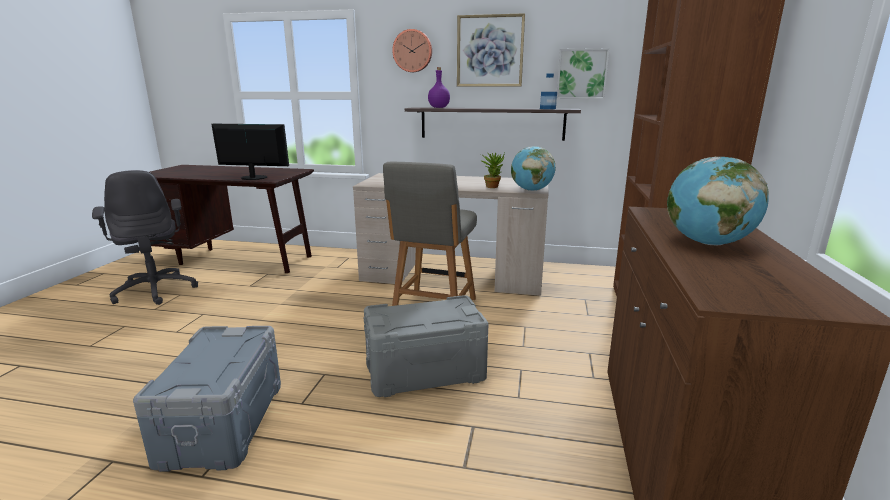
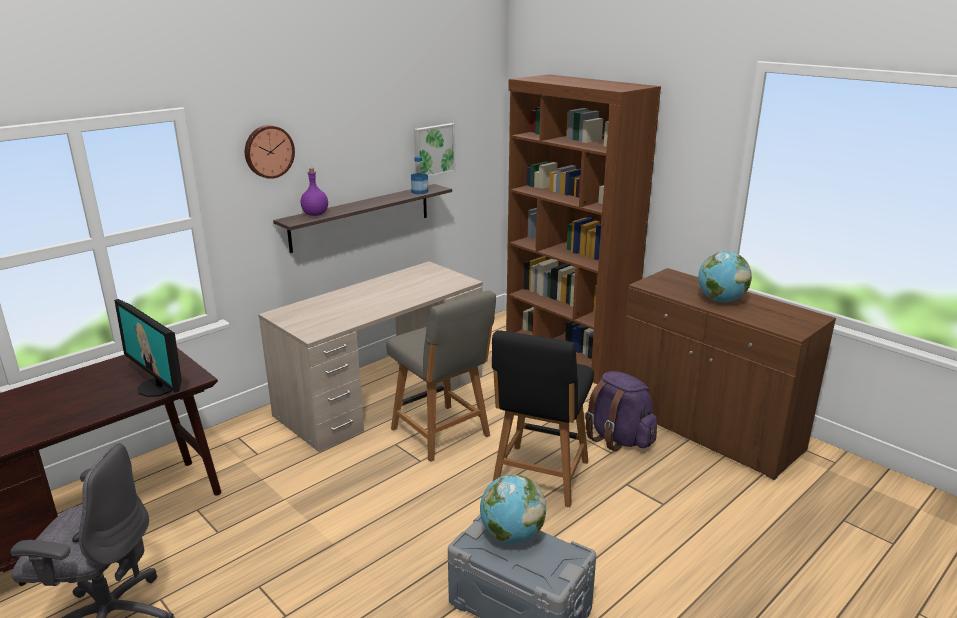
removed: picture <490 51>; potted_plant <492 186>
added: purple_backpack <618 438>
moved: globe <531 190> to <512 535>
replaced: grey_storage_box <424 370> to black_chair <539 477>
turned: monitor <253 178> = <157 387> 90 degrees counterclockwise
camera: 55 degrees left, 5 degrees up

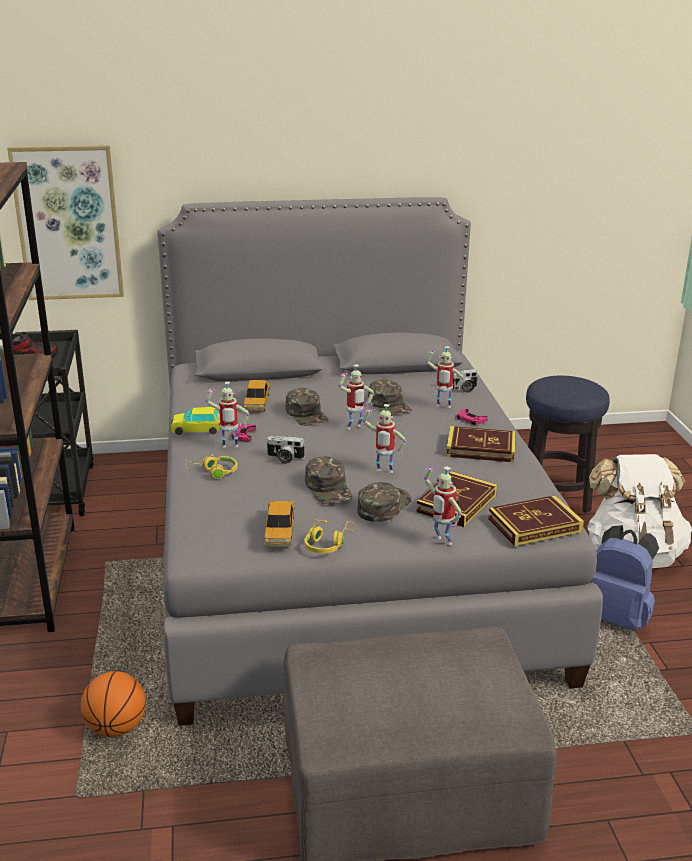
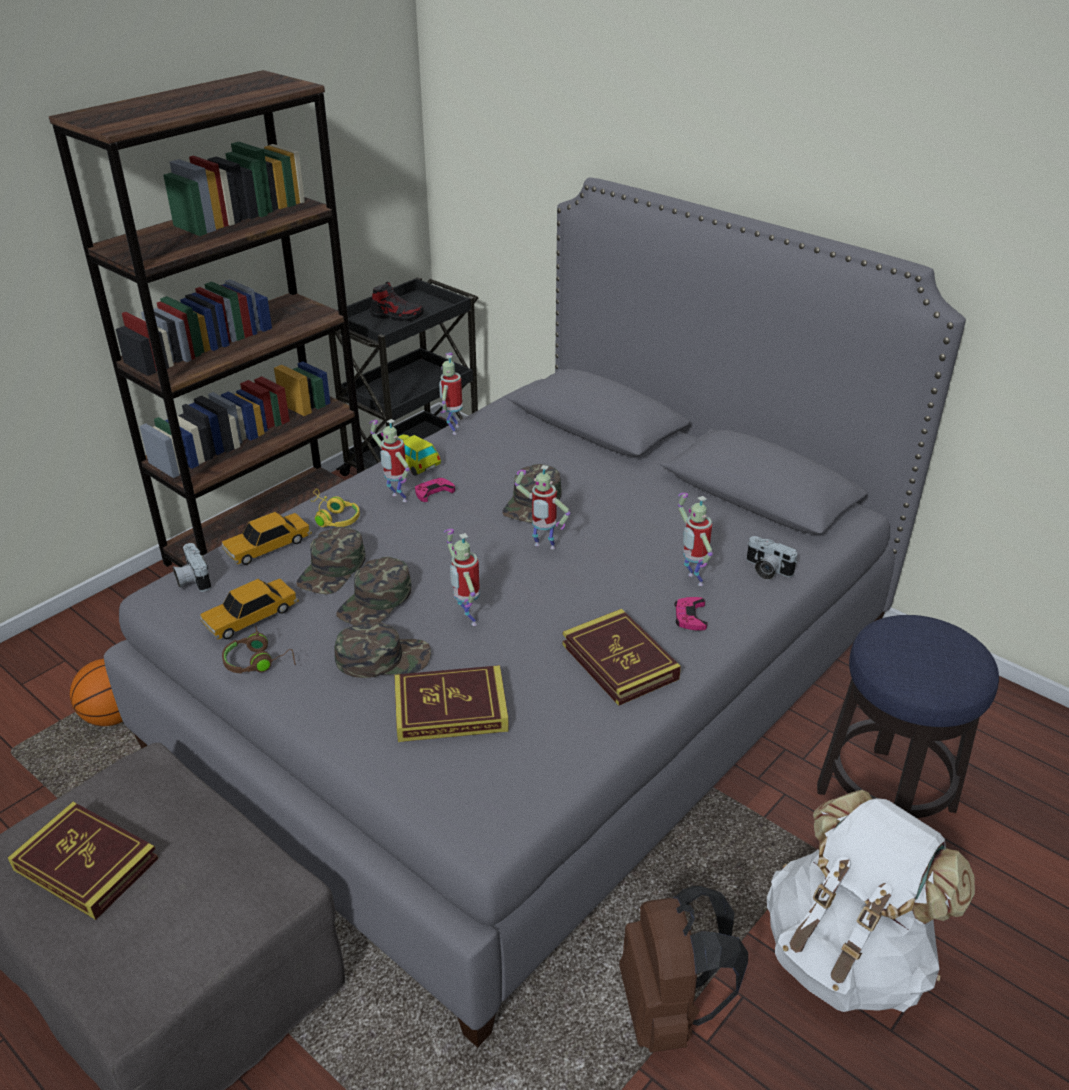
removed: picture <68 223>
moved: book <534 525> to <86 864>; photo_camera <284 458> to <192 579>; toy_car <257 402> to <267 546>; green_cap <389 405> to <333 569>; toy_robot <441 541> to <453 429>
recoloured: yellow_headphones <328 544> to brown_headphones <259 662>; blue_backpack <615 617> to brown_backpack <669 1009>
camera: 50 degrees right, 10 degrees up

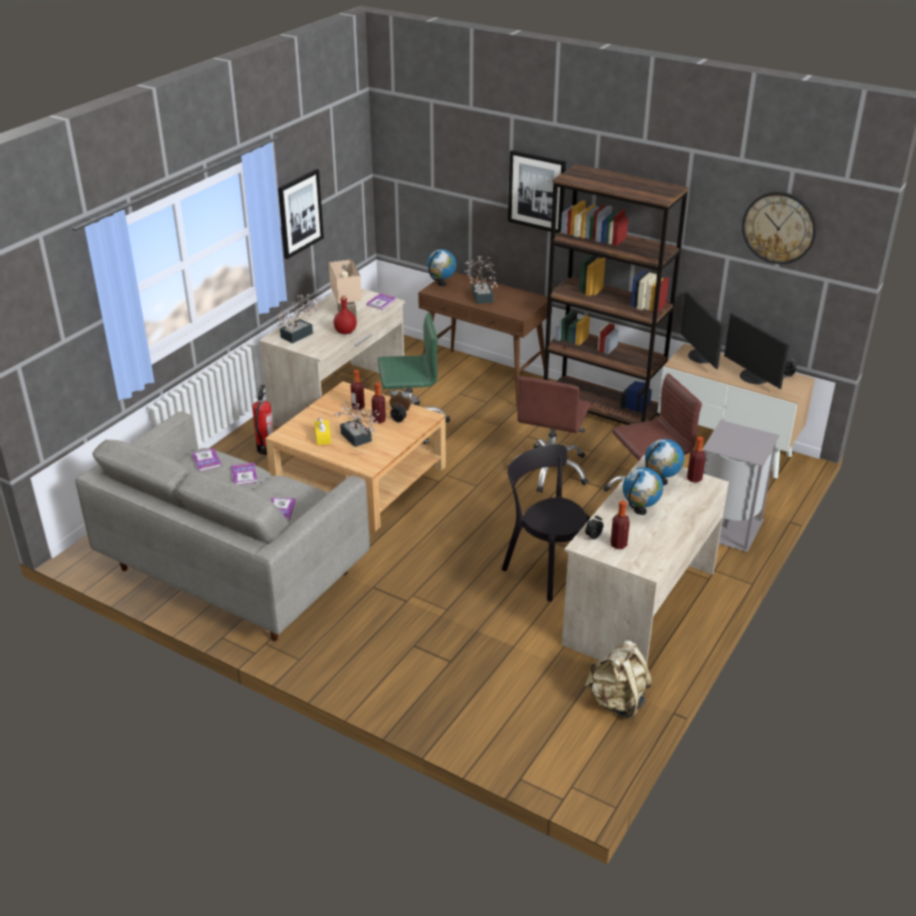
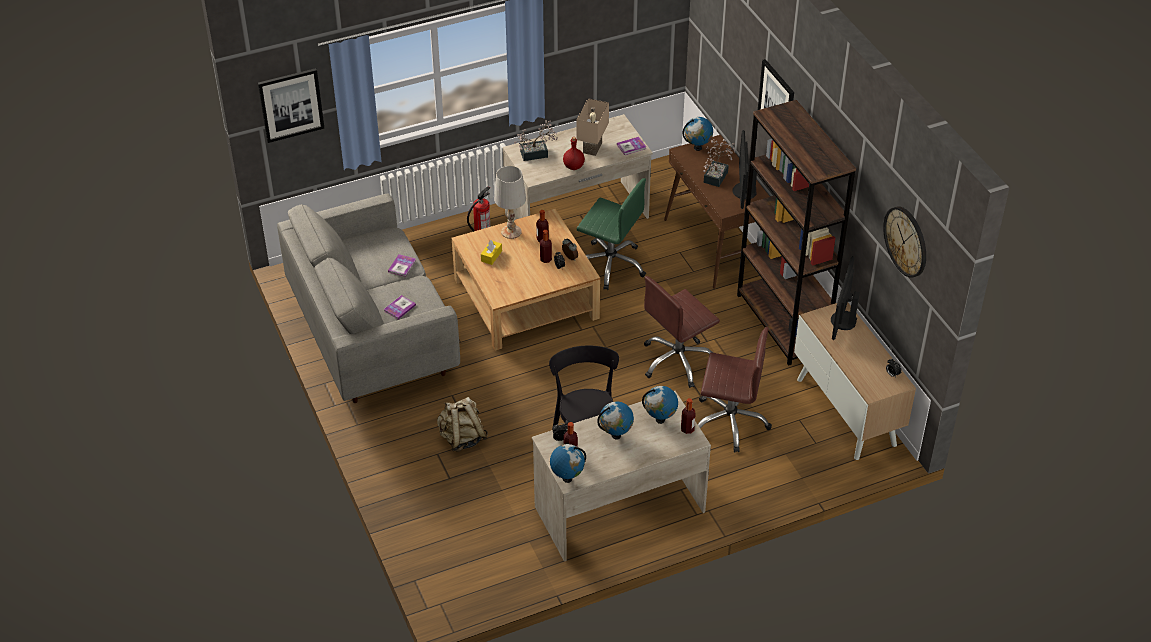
removed: book <206 461>; potted_plant <357 439>; grey_trash_can <727 528>
added: white_table_lamp <511 232>; globe <567 478>
moved: picture <300 213> to <291 105>; beige_backpack <617 701> to <462 438>; monitor <753 377> to <743 191>
camera: 35 degrees right, 10 degrees up

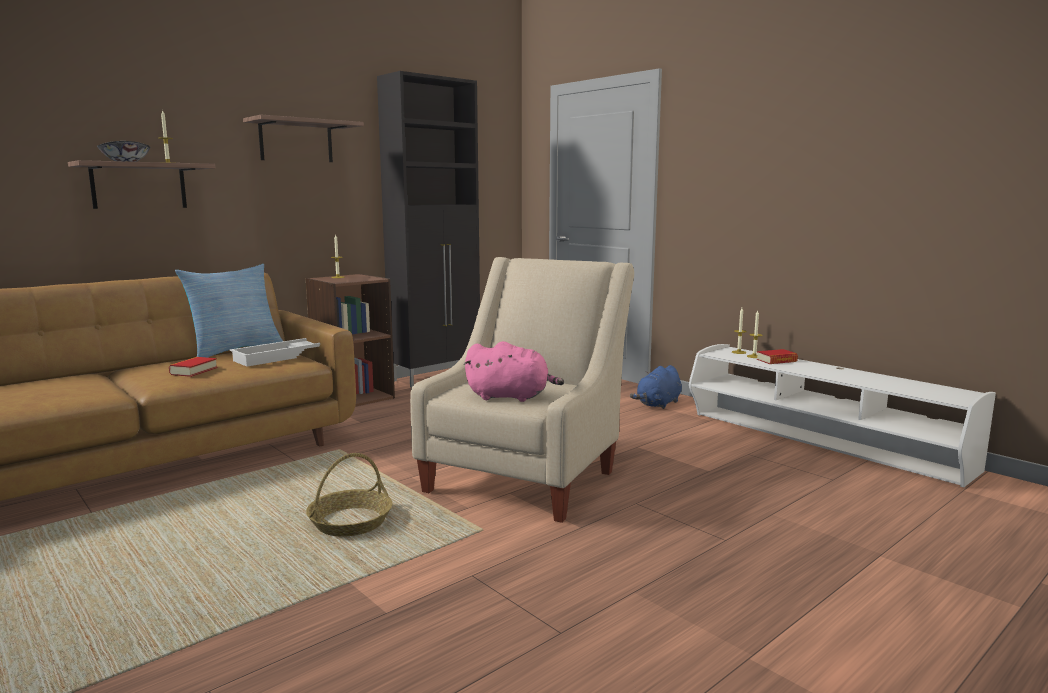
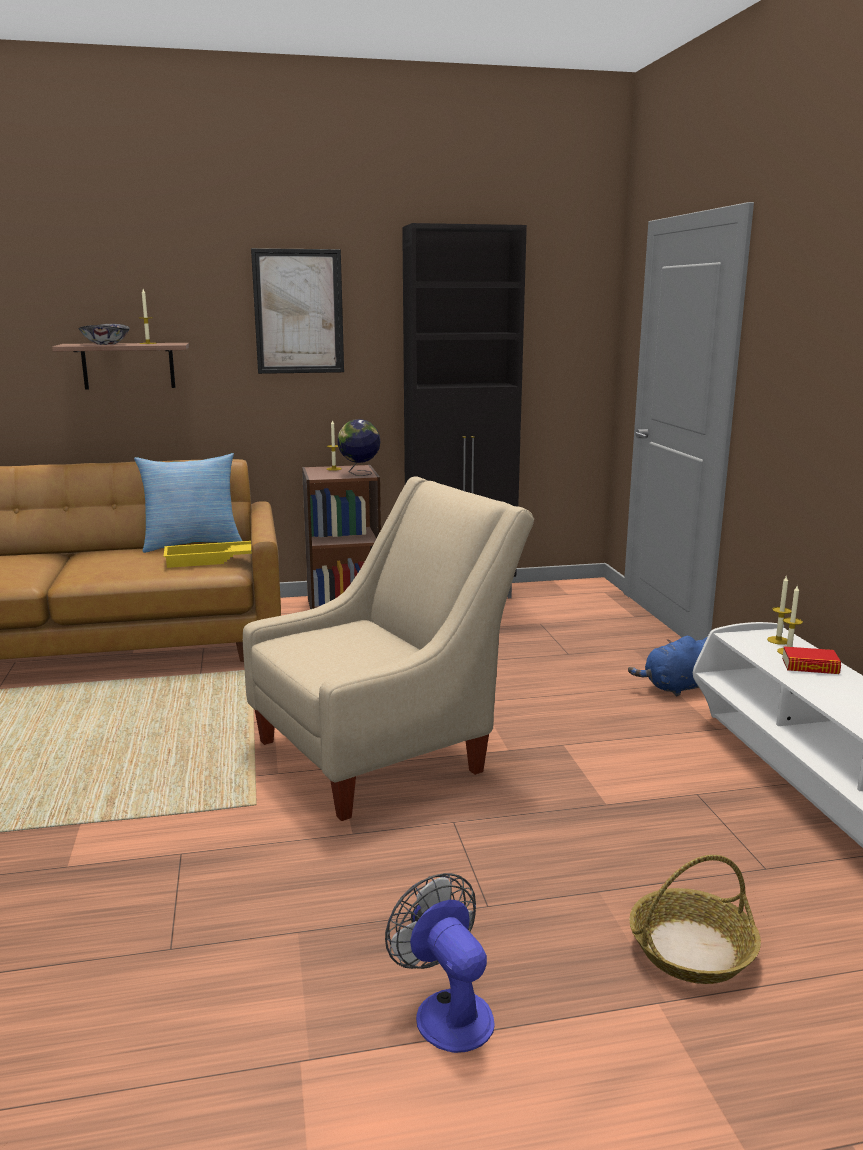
removed: book <194 371>; pink_plush_toy <511 397>
added: globe <359 474>; fan <446 1010>
moved: basket <350 522> to <691 950>
replaced: shelf <296 141> to picture <298 312>
recoloured: white_tray <279 357> to yellow_tray <211 560>
camera: 30 degrees right, 5 degrees up

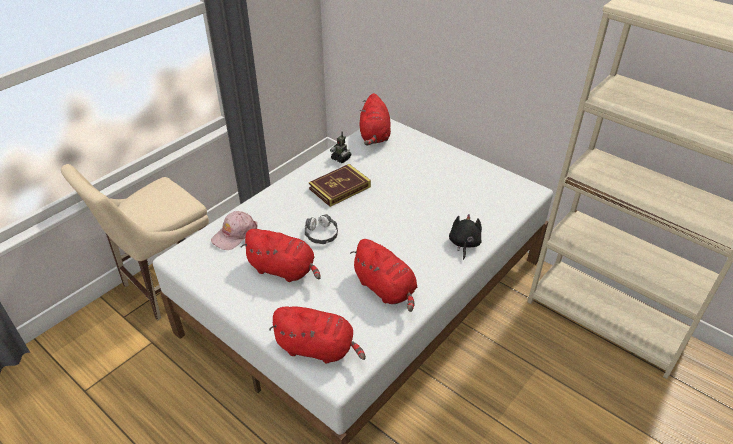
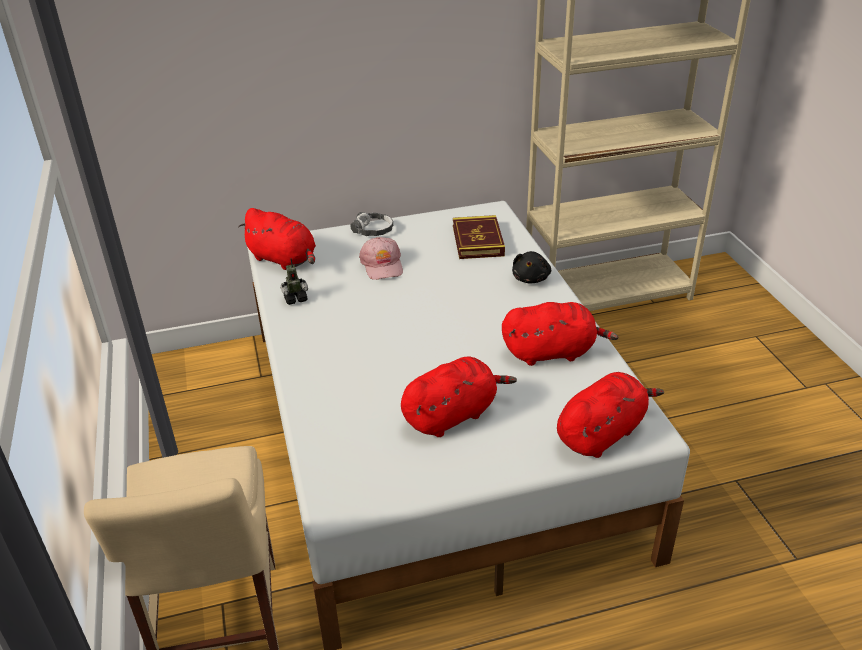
moved: headphones <321 234> to <373 230>; pink_cap <235 234> to <382 265>; book <340 188> to <478 241>
turned: black_plush_toy <464 244> = <531 278> 120 degrees counterclockwise
camera: 55 degrees left, 5 degrees down

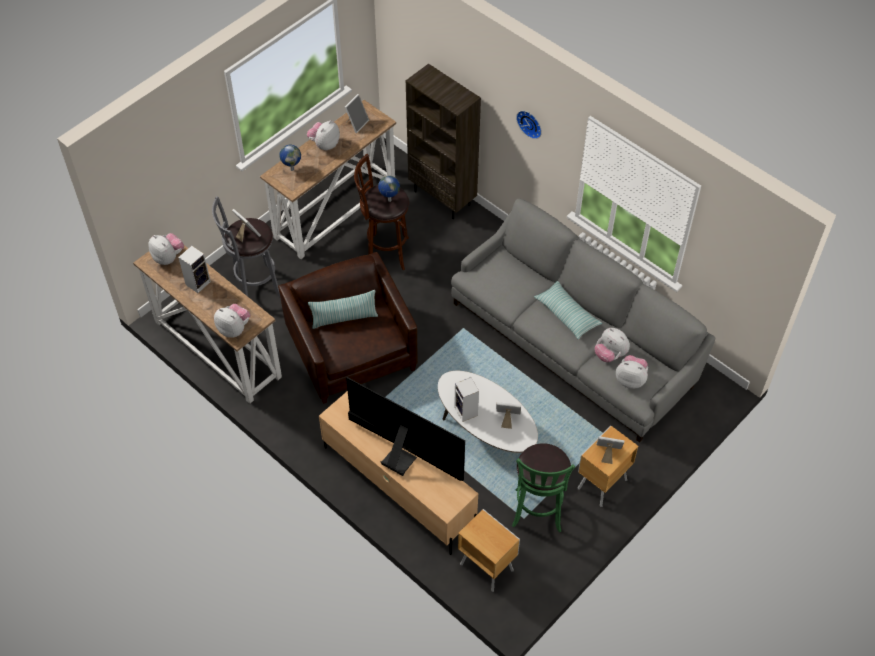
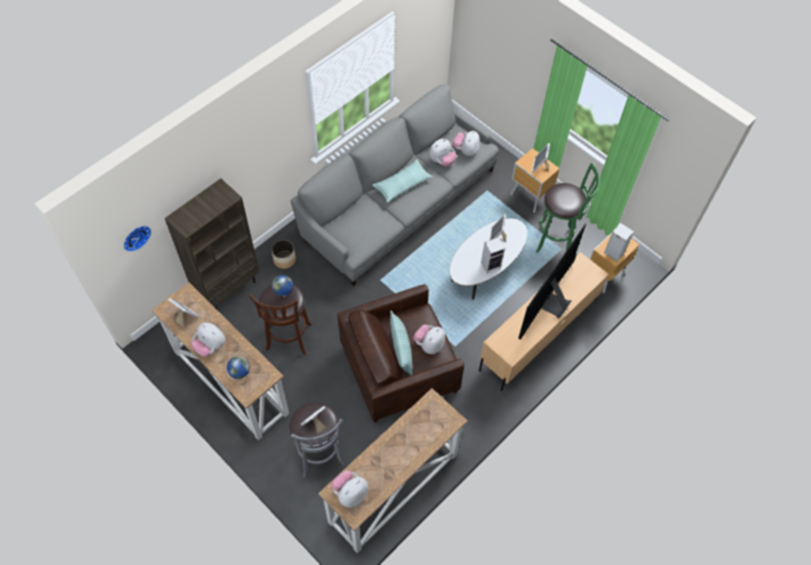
added: planter <284 259>
moved: wall_clock <530 123> to <135 237>; plush_toy <234 329> to <429 345>; speaker <198 282> to <613 252>
camera: 90 degrees left, 5 degrees up

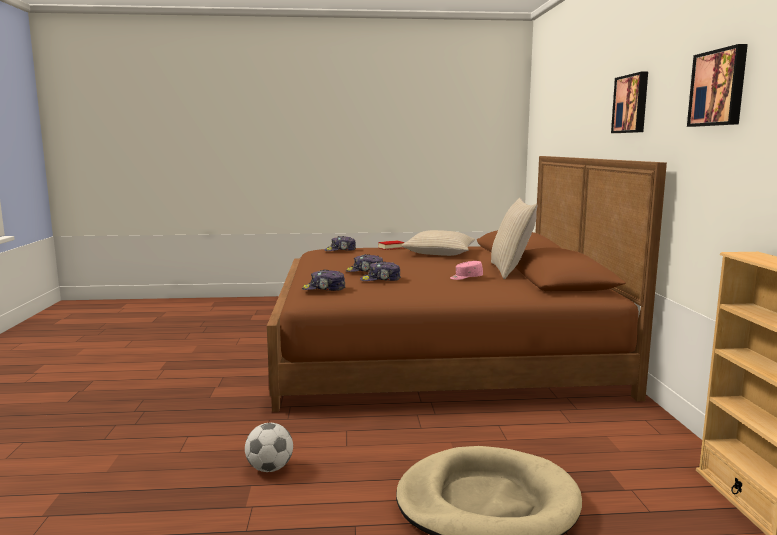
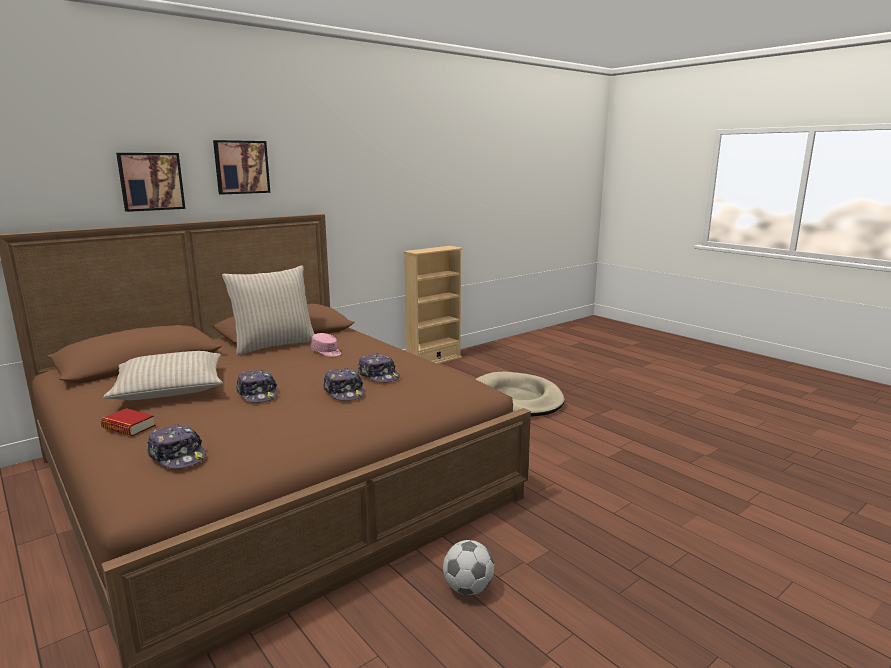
moved: picture <719 88> to <151 181>; cap <324 289> to <257 394>; football <270 468> to <468 588>
camera: 125 degrees left, 5 degrees up

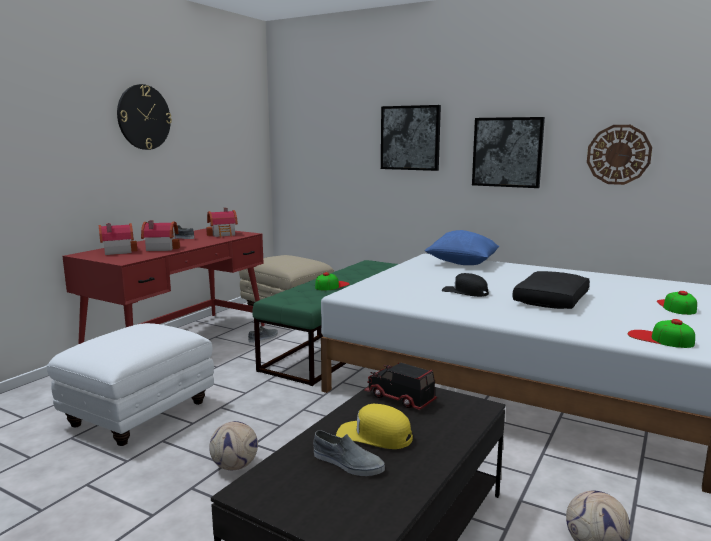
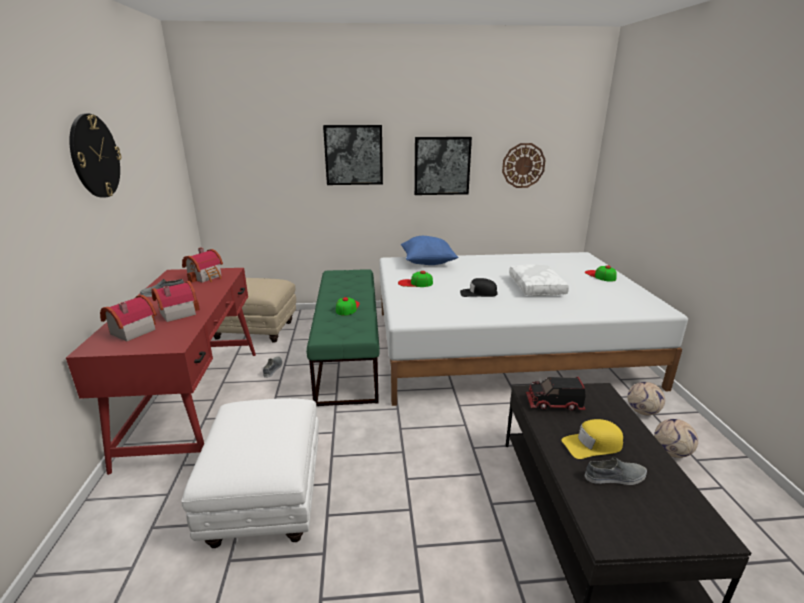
moved: cap <660 339> to <415 283>; football <235 466> to <643 411>
recoloured: black_pillow <552 300> to white_pillow <537 287>
camera: 35 degrees left, 10 degrees up

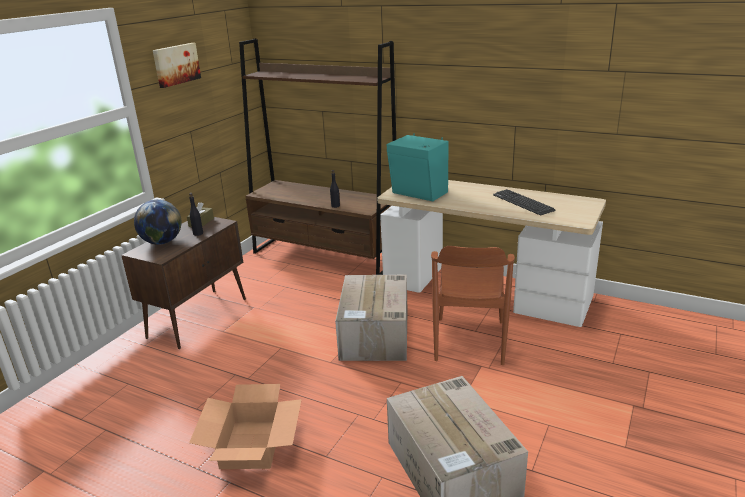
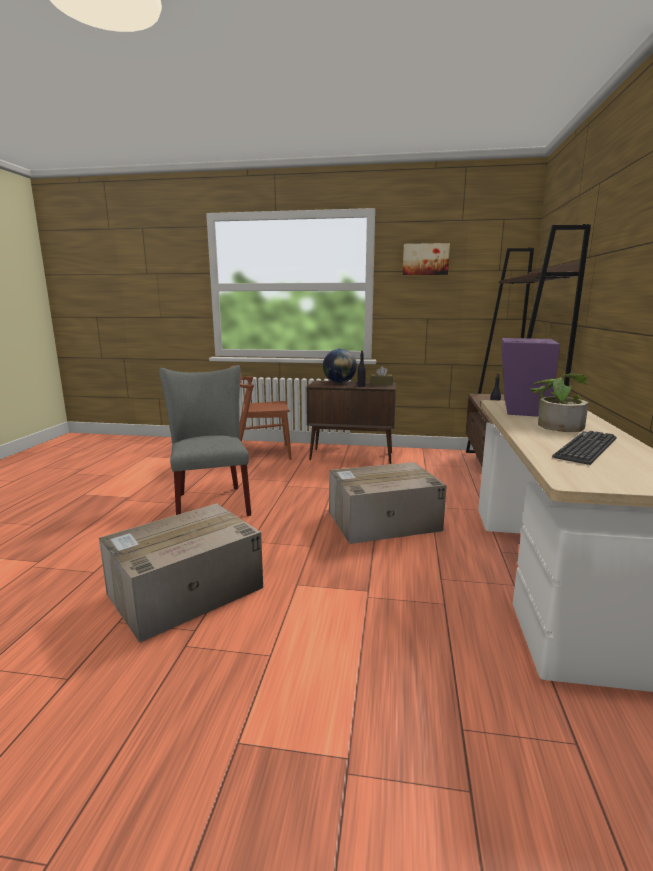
added: potted_plant <556 425>
moved: brown_chair <469 340> to <262 453>
replaced: cardboard_box <252 444> to grey_chair <211 502>
recoloured: turquoise_speaker <419 193> to purple_speaker <522 409>
camera: 70 degrees right, 10 degrees down

